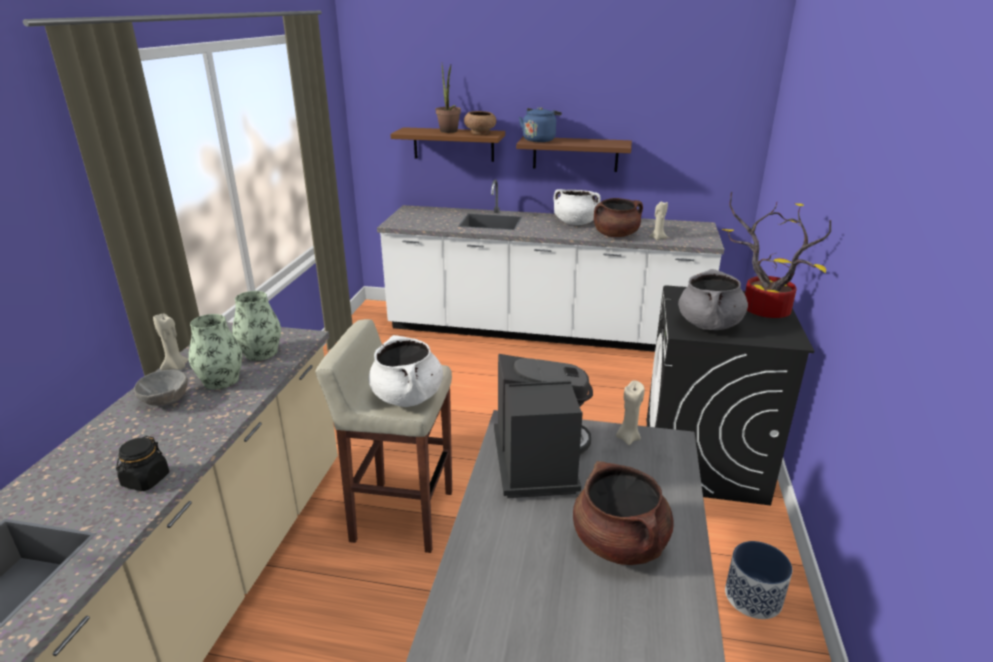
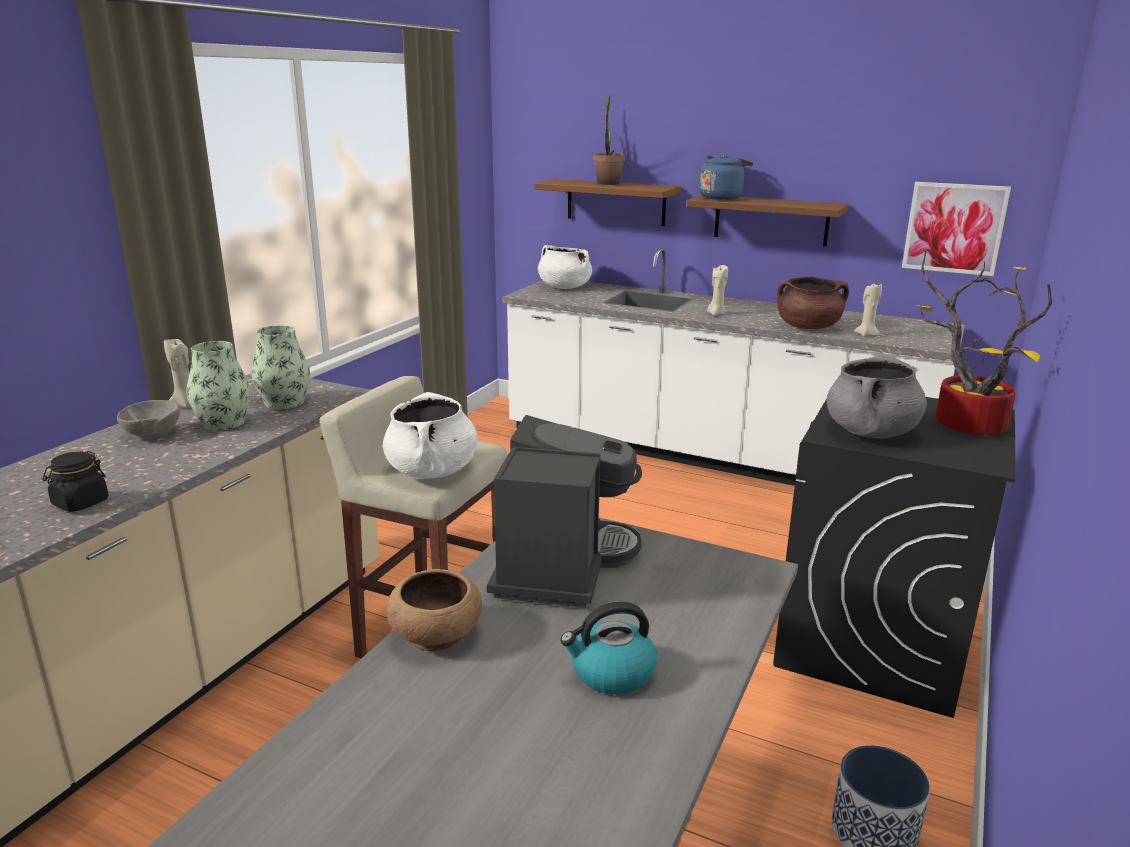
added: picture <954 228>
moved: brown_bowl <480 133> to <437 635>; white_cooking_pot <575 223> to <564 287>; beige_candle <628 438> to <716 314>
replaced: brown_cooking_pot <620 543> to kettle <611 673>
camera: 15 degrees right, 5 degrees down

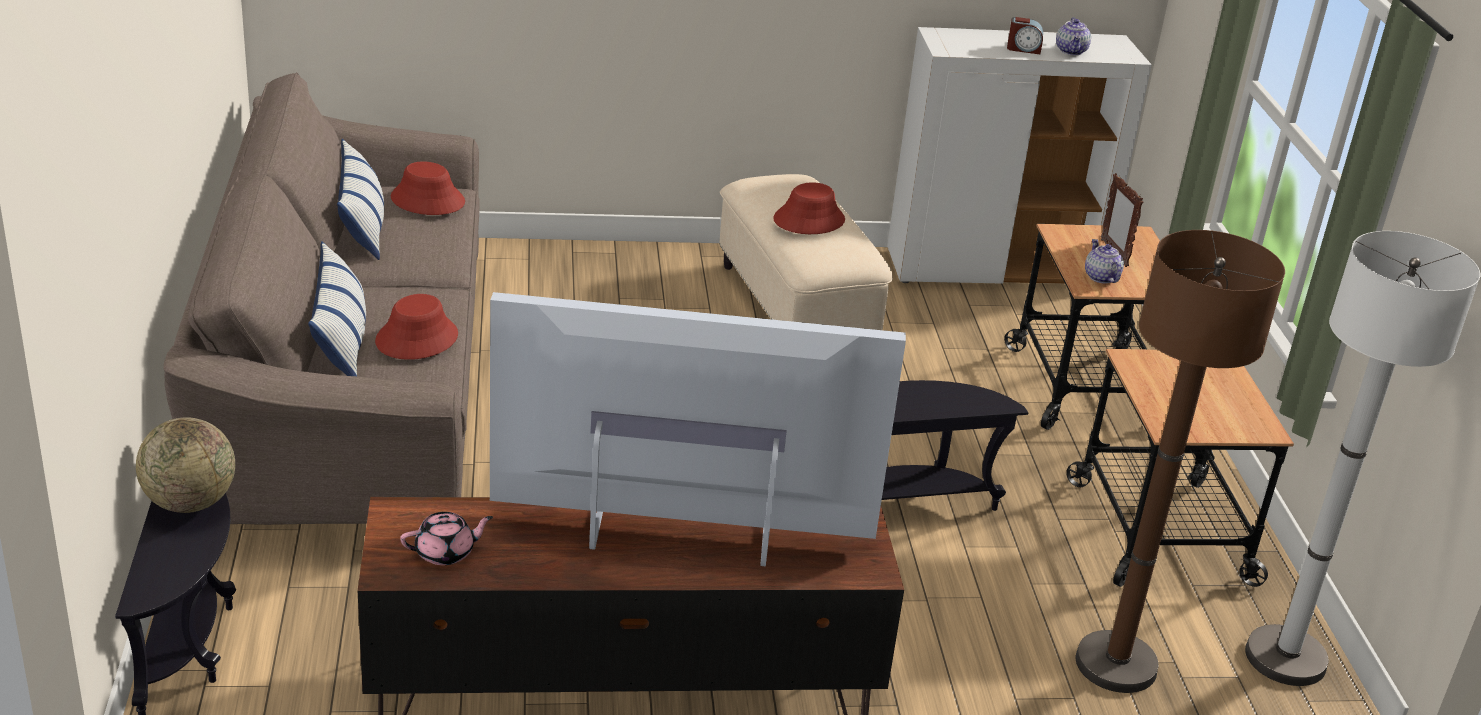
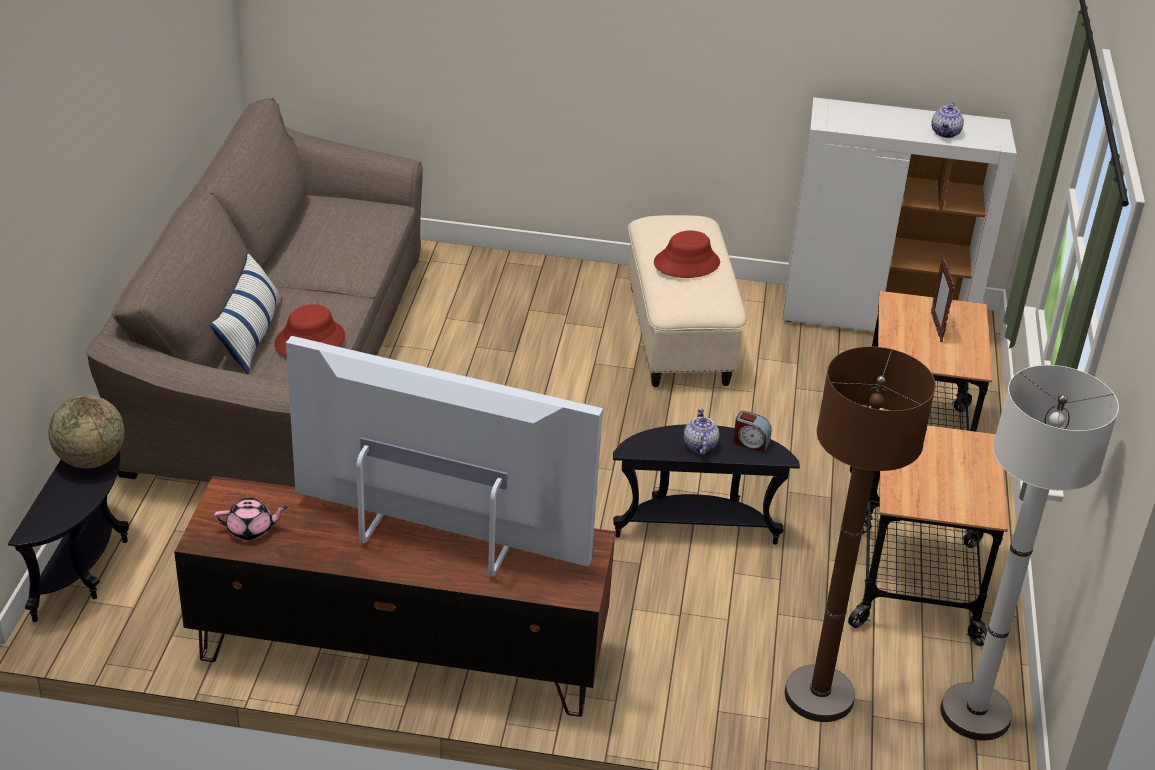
removed: pillow <362 225>; red_hat <427 200>
moved: teapot <1100 277> to <699 445>; alarm_clock <1023 49> to <750 442>
camera: 15 degrees right, 5 degrees up

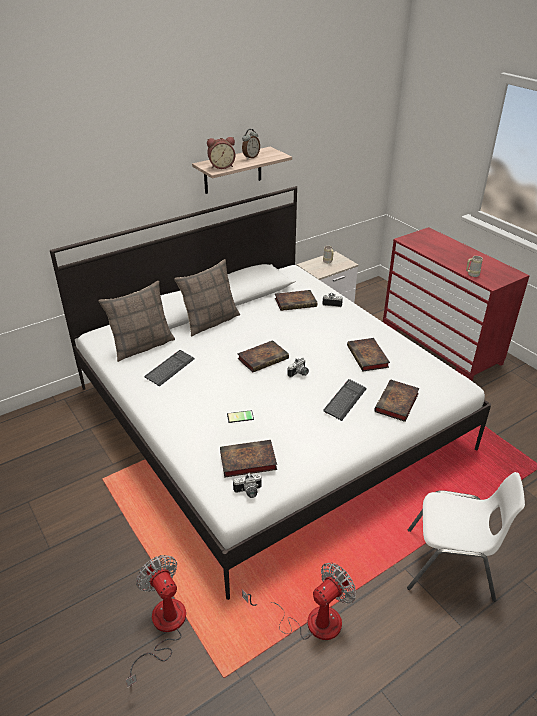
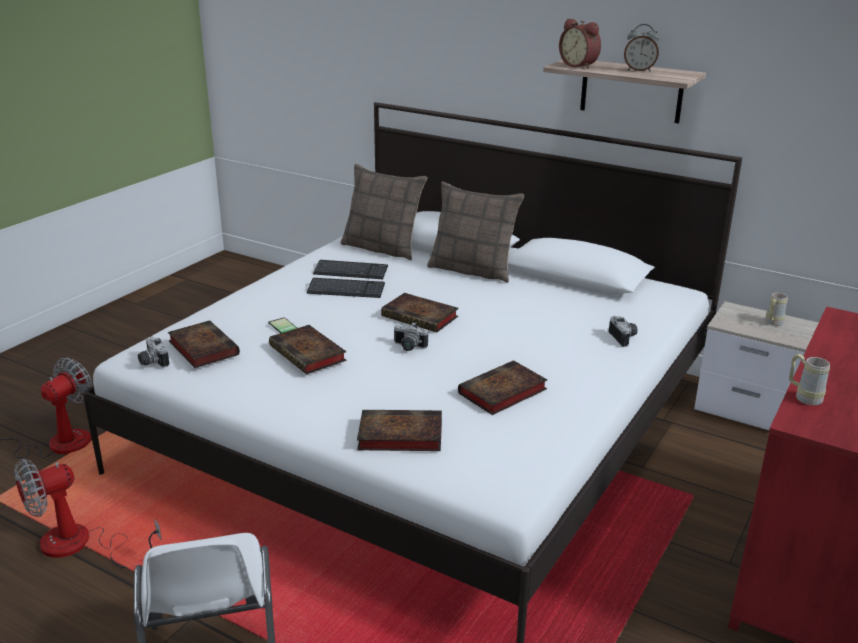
moved: book <296 302> to <309 354>; keyboard <345 400> to <346 290>
turned: fan <310 621> = <81 545> 120 degrees clockwise
camera: 65 degrees right, 10 degrees down

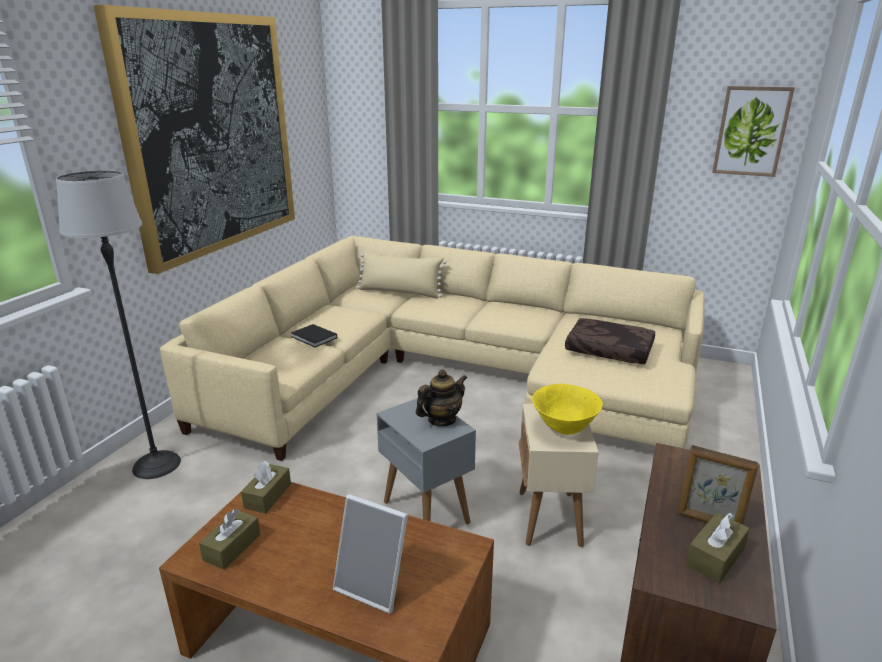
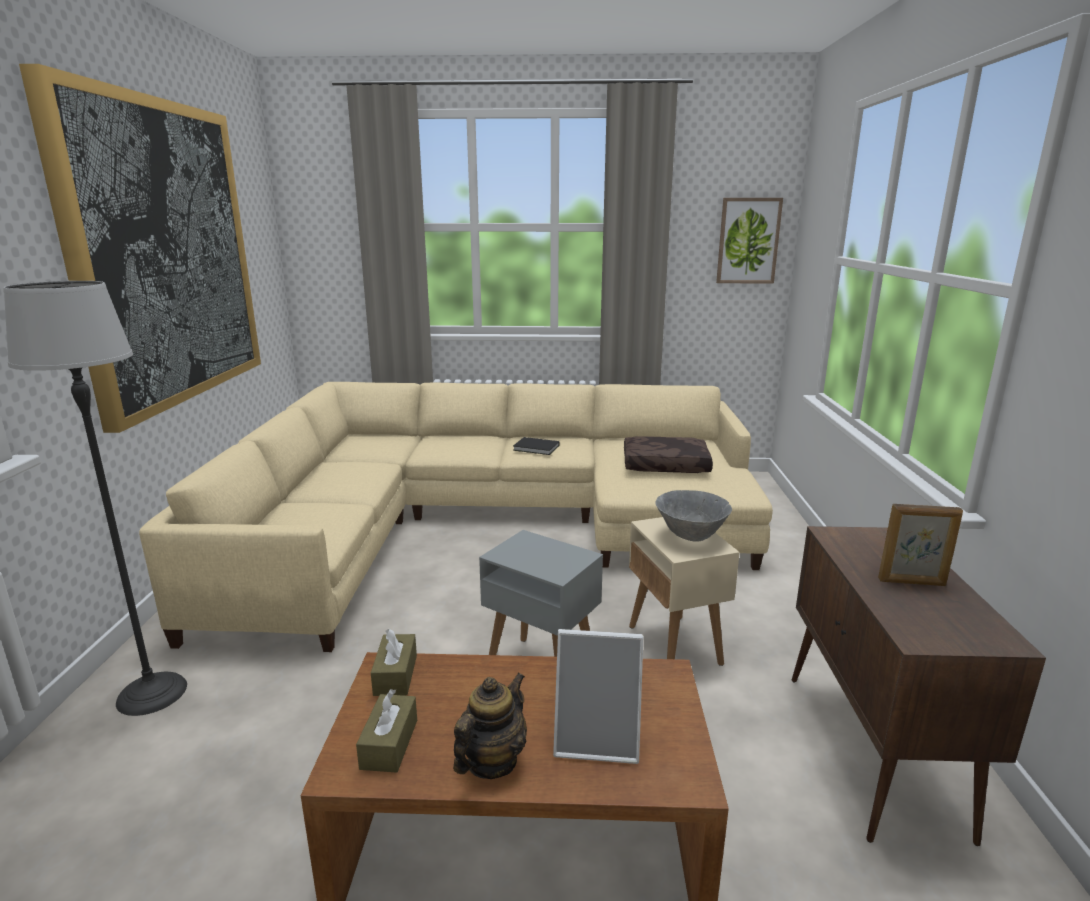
removed: beige_pillow <400 292>; brown_tissue_box <715 557>
moved: teapot <441 420> to <491 761>; black_book <314 338> to <537 448>
recoloured: yellow_bowl <564 428> to grey_bowl <690 537>
camera: 20 degrees left, 5 degrees down

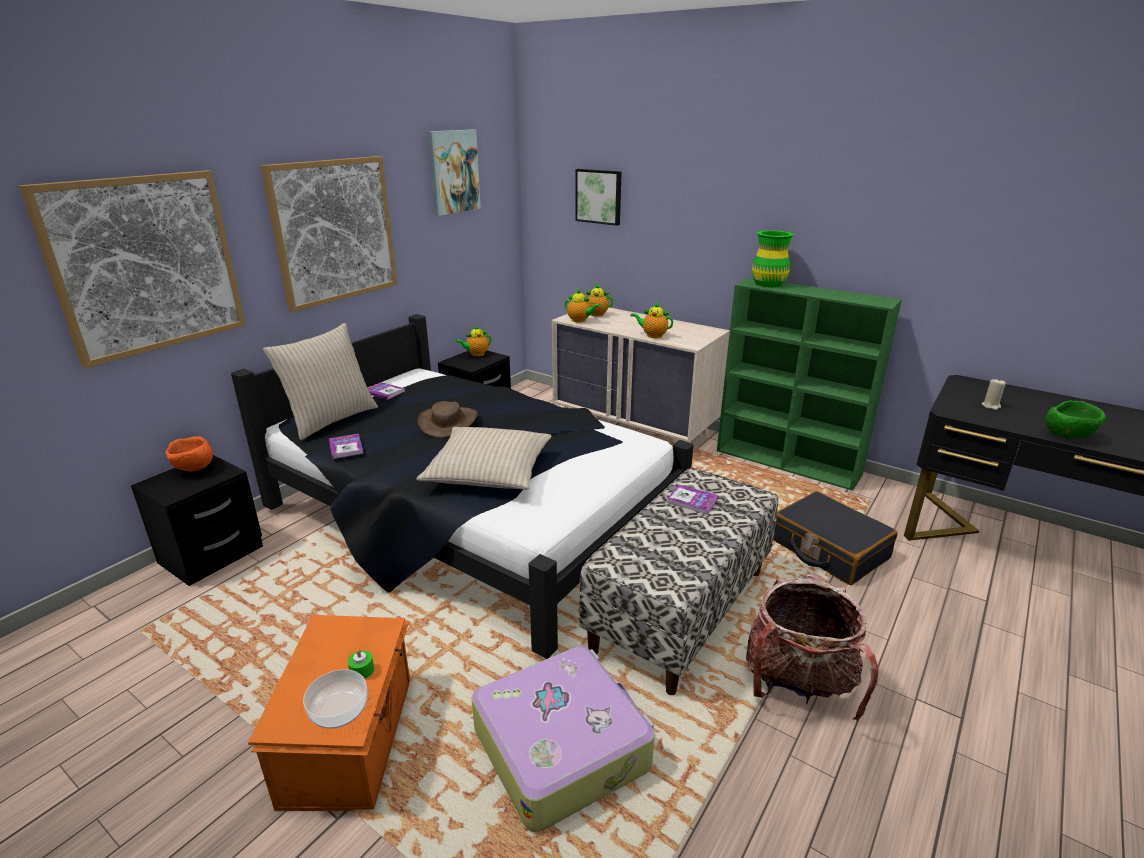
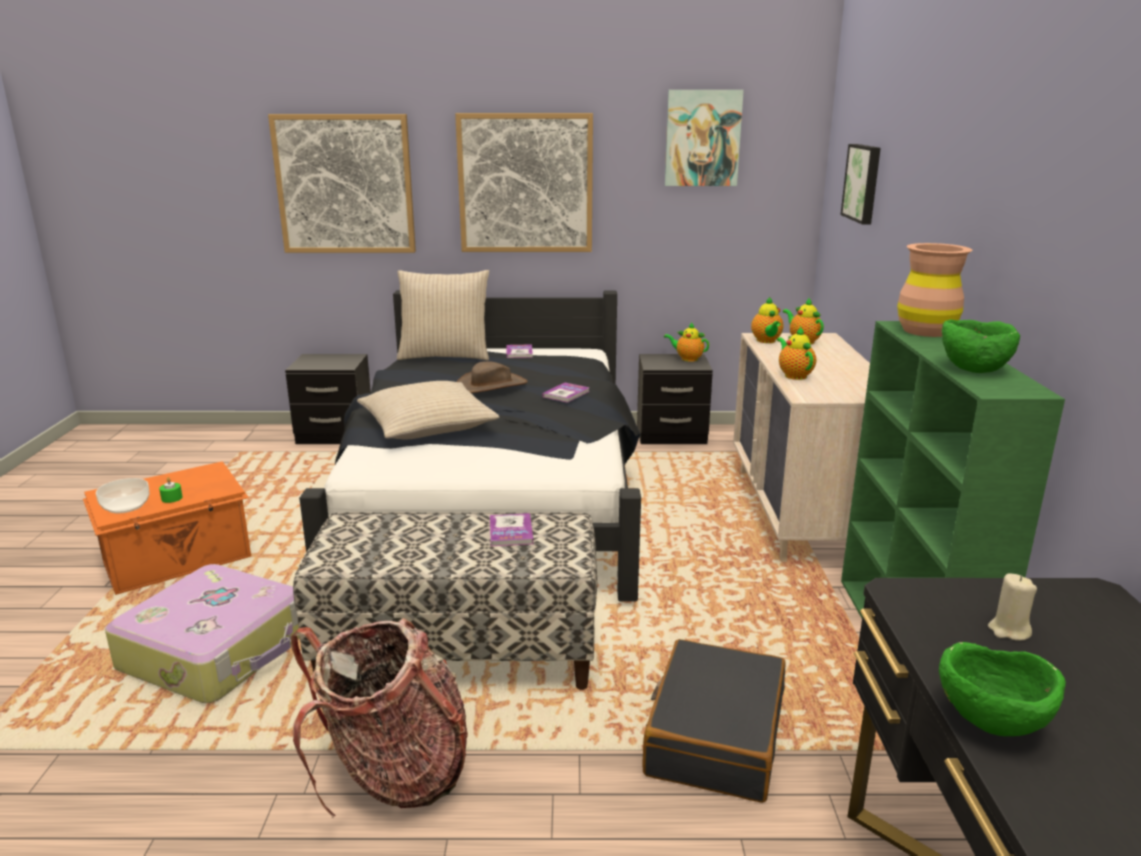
removed: orange_bowl <194 469>
added: green_bowl <973 370>
moved: book <346 447> to <566 394>
recoloured: green_vase <768 284> to brown_vase <926 331>
camera: 55 degrees right, 5 degrees down

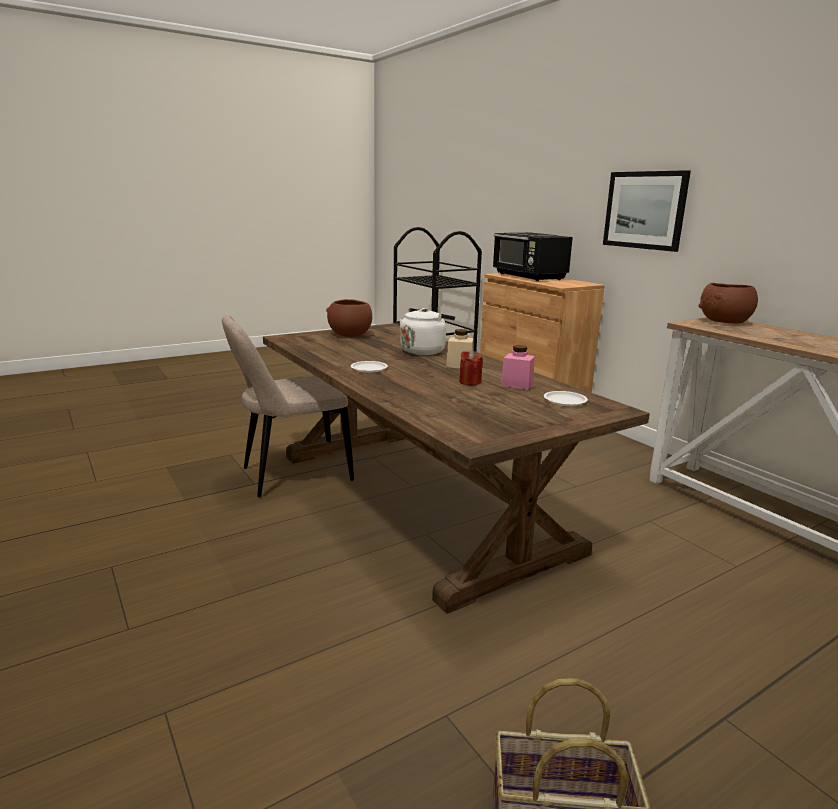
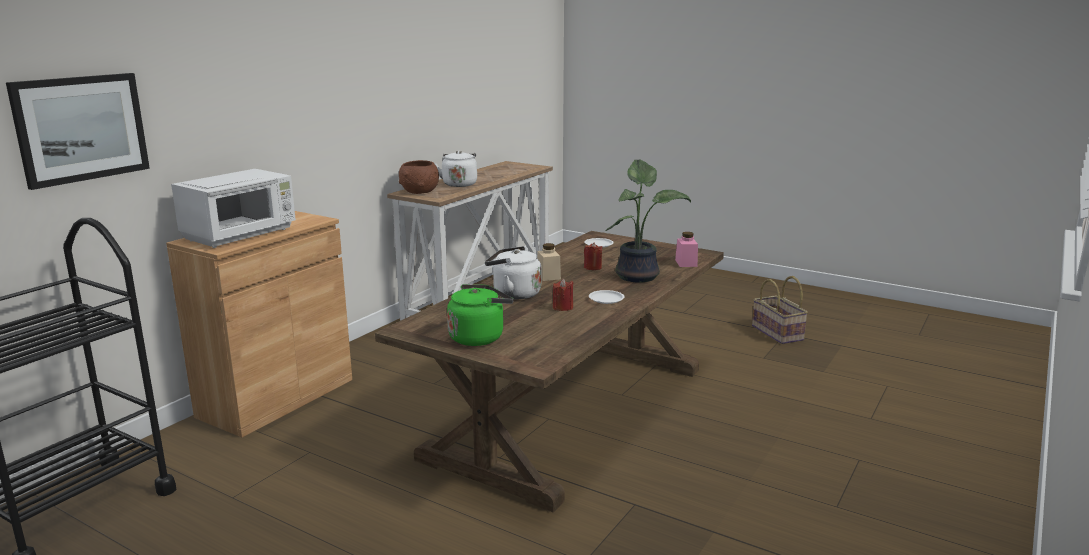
removed: beige_chair <291 475>
added: white_kettle <459 184>; red_candle <563 307>; potted_plant <639 276>
moved: picture <645 210> to <81 128>; pink_jar <517 385> to <686 263>
replaced: brown_bowl <349 335> to green_kettle <479 337>
recoloured: black_microwave <529 277> to white_microwave <241 235>
camera: 115 degrees left, 0 degrees up

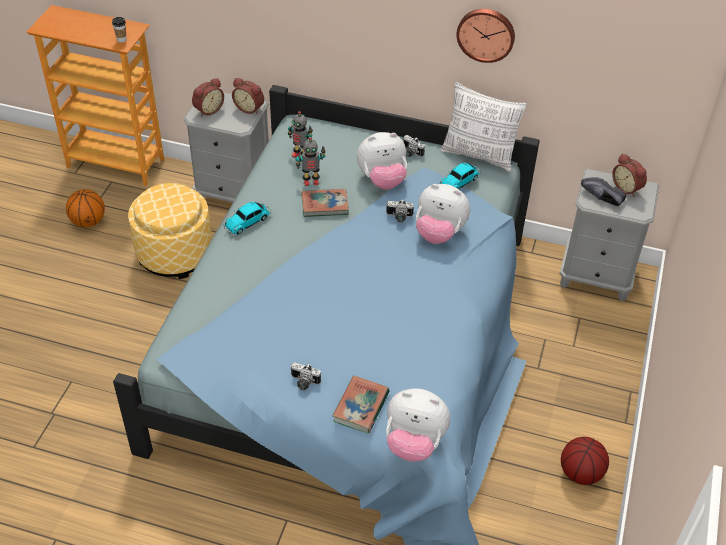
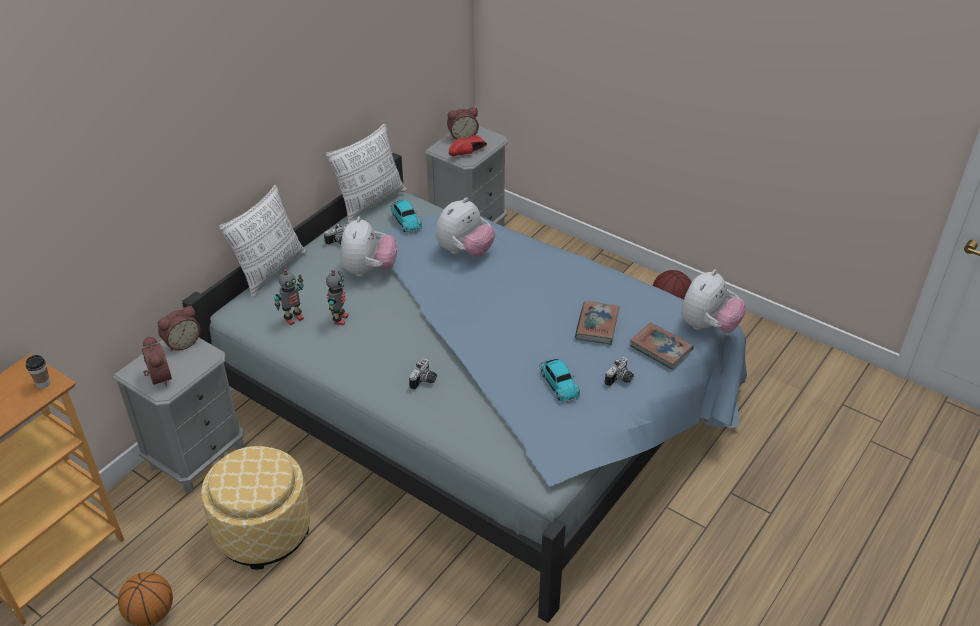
removed: wall_clock <486 34>
added: pillow <270 270>
moved: photo_camera <399 217> to <424 381>; toy_car <248 221> to <558 383>; book <325 205> to <597 325>
recoloured: black_shoe <601 199> to red_shoe <468 153>
camera: 70 degrees left, 5 degrees down

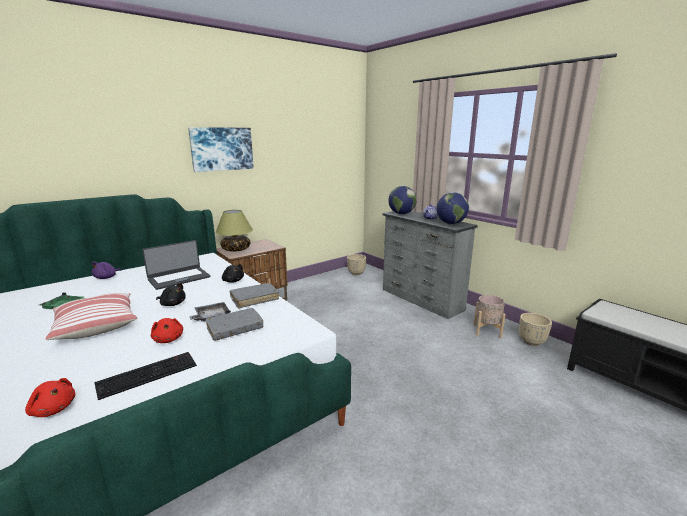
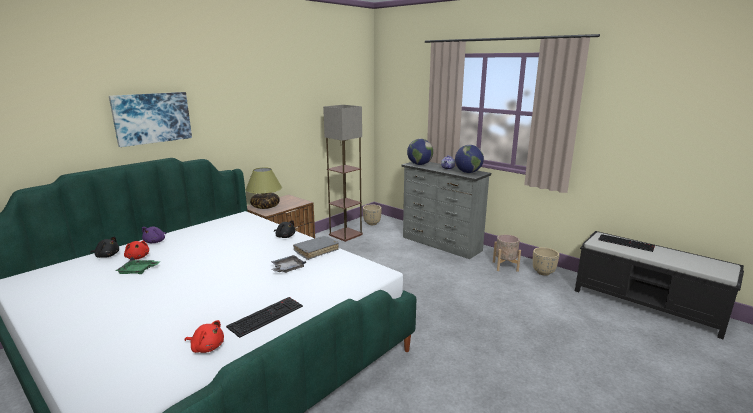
removed: pillow <96 326>; laptop <179 278>; grey_book <235 329>
added: floor_lamp <345 235>; keyboard <626 243>
moved: black_plush_toy <172 304> to <107 256>; picture <221 149> to <152 118>; red_plush_toy <168 339> to <138 257>
camera: 10 degrees left, 0 degrees up

